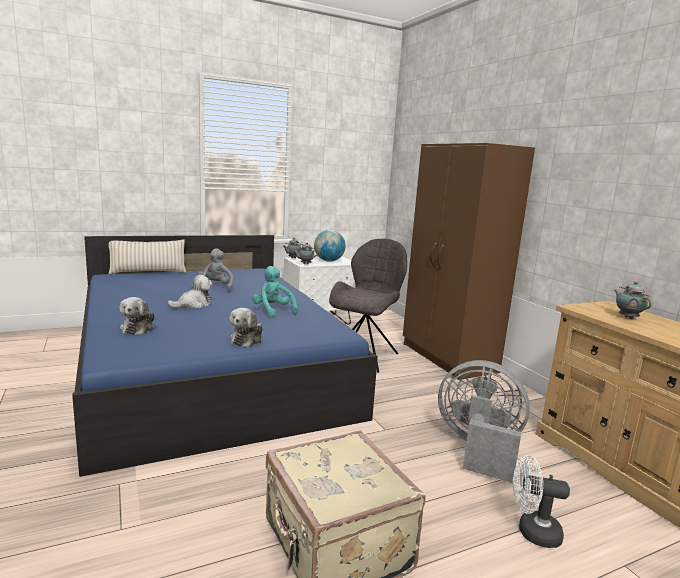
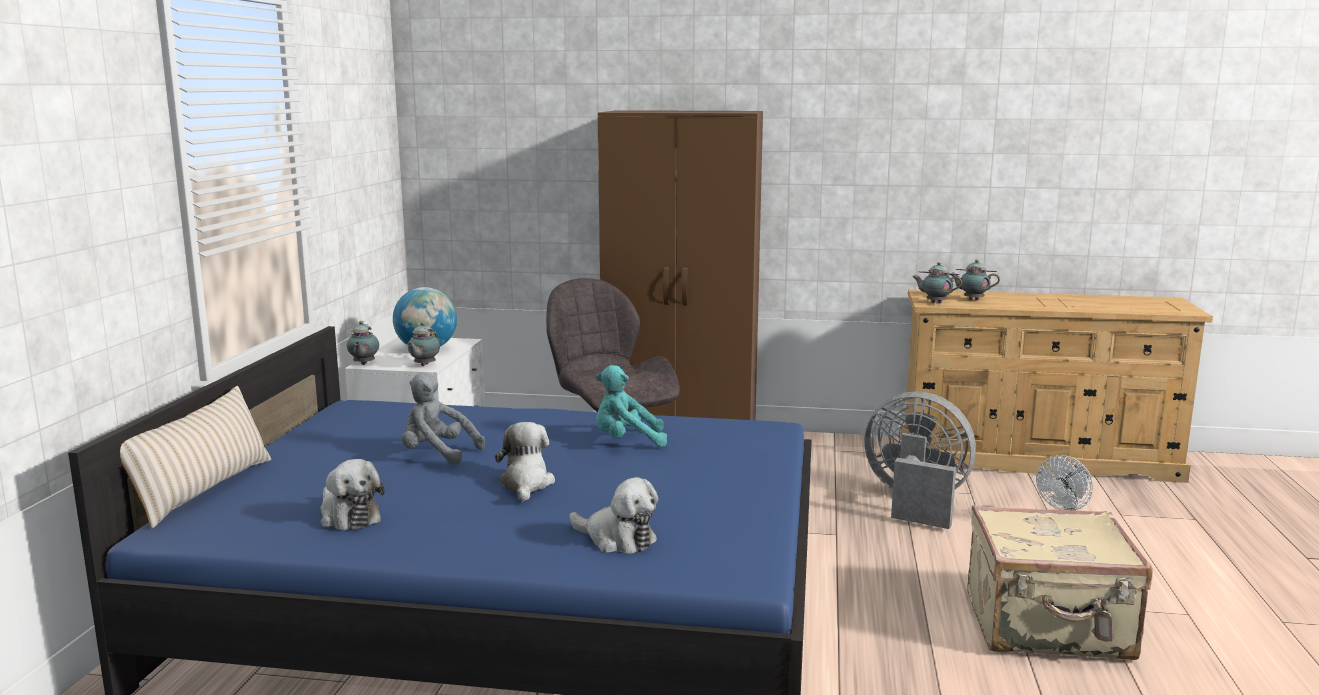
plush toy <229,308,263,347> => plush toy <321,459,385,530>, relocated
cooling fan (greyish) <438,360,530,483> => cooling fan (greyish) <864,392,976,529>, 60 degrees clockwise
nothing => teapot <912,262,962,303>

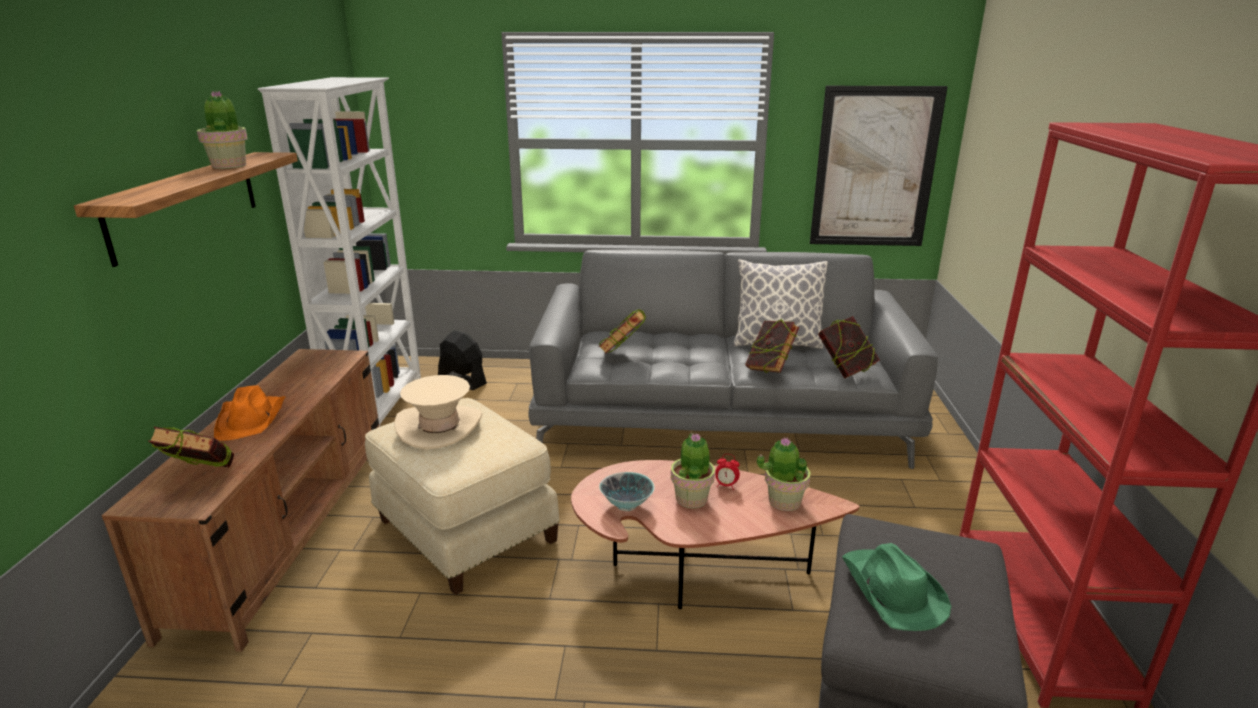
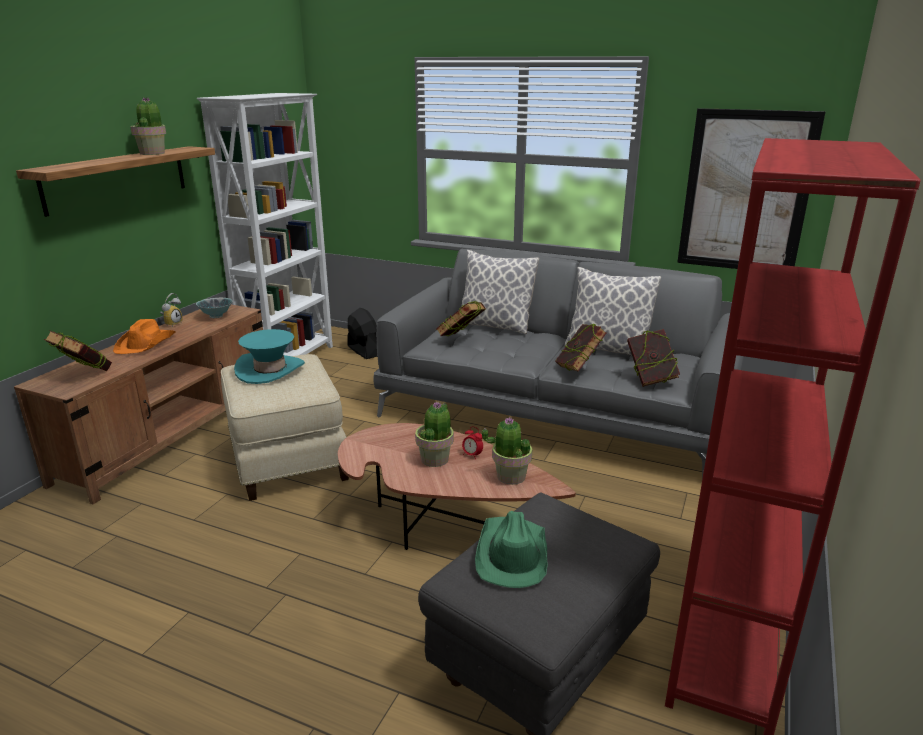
hat (beige) <394,375,482,449> => hat (blue-green) <234,329,305,384>
bowl <599,472,655,511> => bowl <196,298,233,318>, relocated
nothing => alarm clock <160,293,183,327>
nothing => throw pillow <461,250,539,334>

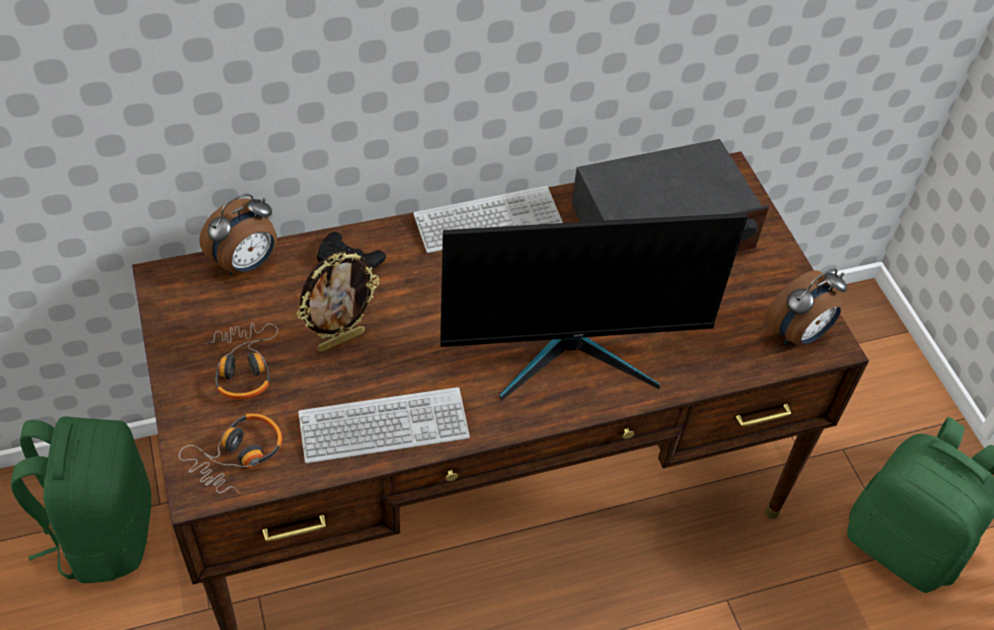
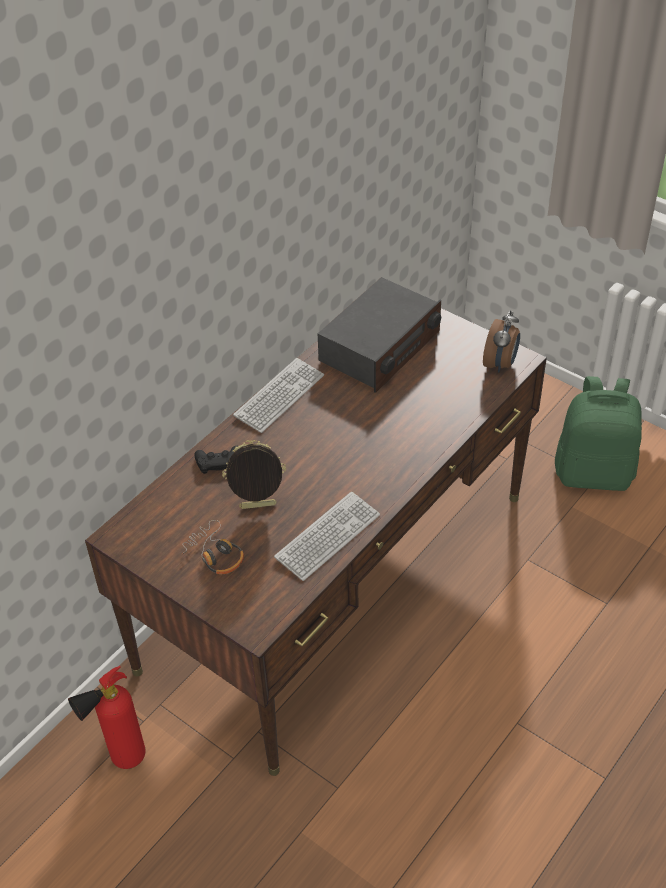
rucksack (greenish) <11,416,152,583> => extinguisher <68,666,146,769>
pair of headphones <179,413,282,494> => nothing
alarm clock <199,194,277,275> => nothing
picture frame <297,251,380,352> => picture frame <222,440,286,509>, 120 degrees counterclockwise
computer screen <440,213,748,401> => nothing

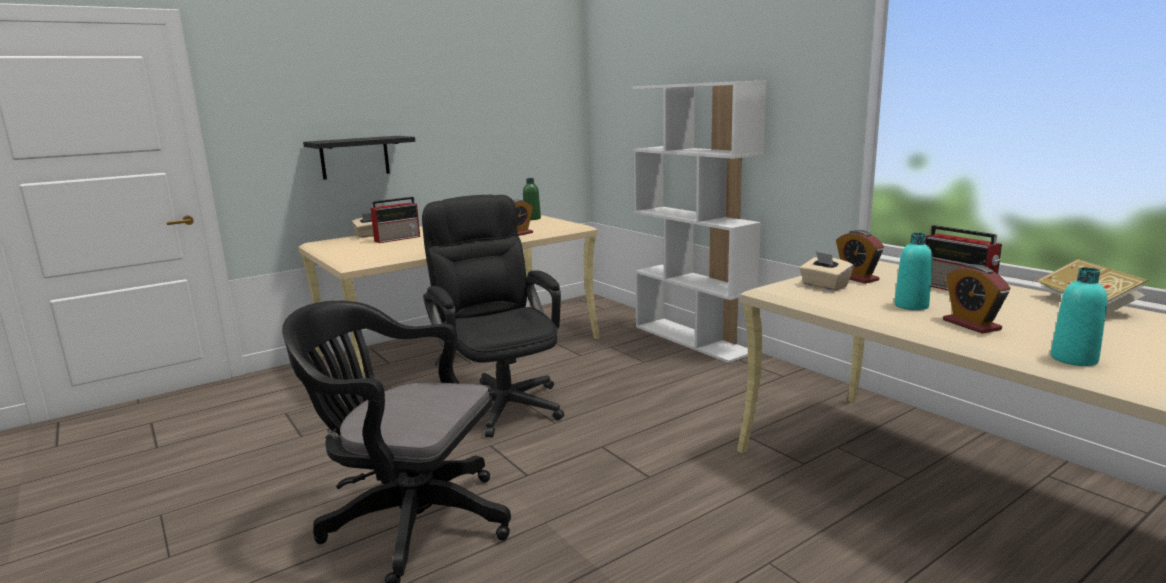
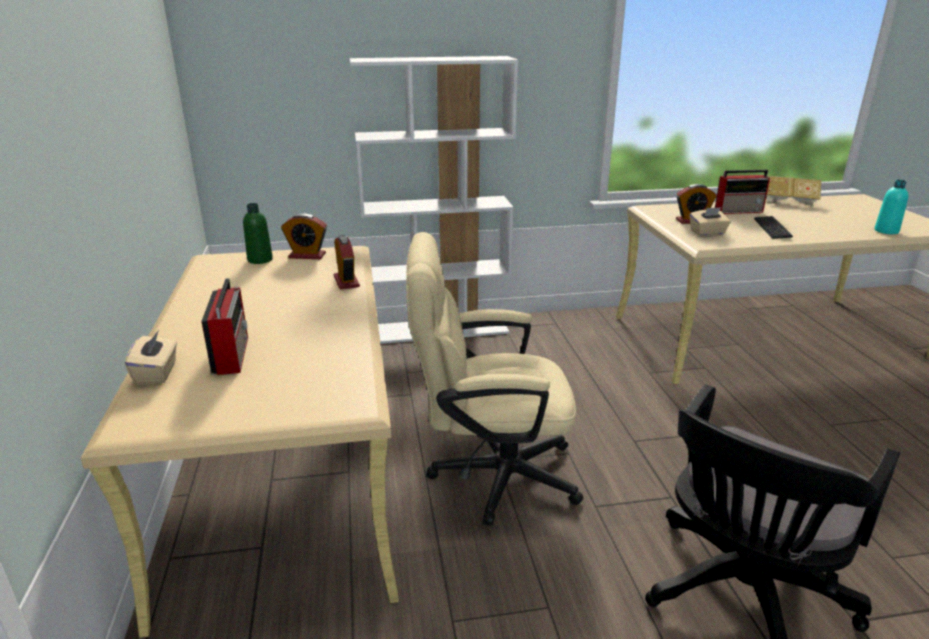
shelf (black-coloured) <303,136,415,180> => nothing
desk chair (black-coloured) <422,195,564,438> => desk chair (beige) <406,232,583,526>
bottle (blue-green) <894,233,933,310> => computer keyboard <754,216,793,239>
alarm clock <943,264,1010,334> => alarm clock <281,213,327,259>, relocated

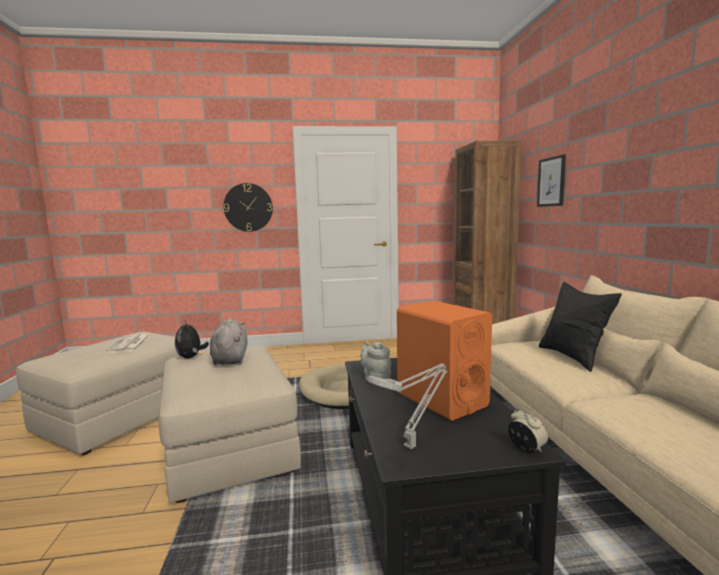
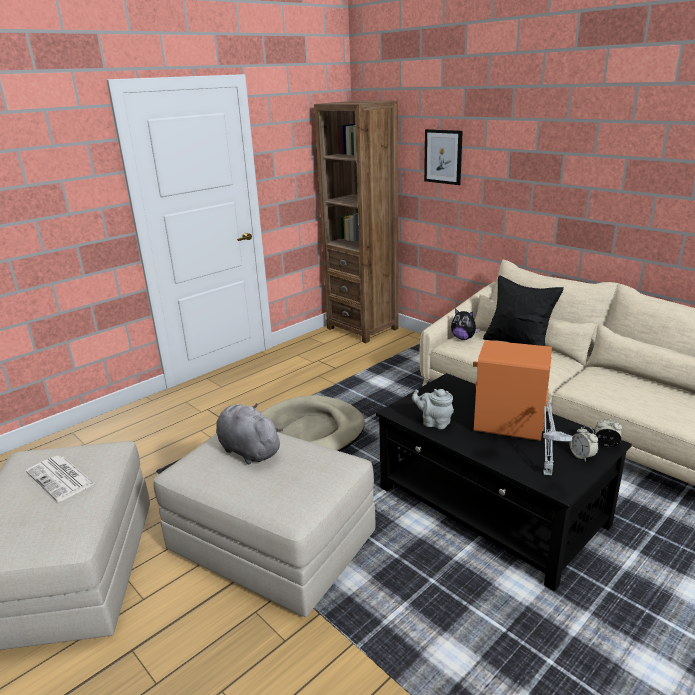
plush toy <175,321,209,359> => plush toy <451,308,480,340>, relocated
clock on the wall <224,183,273,232> => nothing
nothing => alarm clock <570,426,599,462>

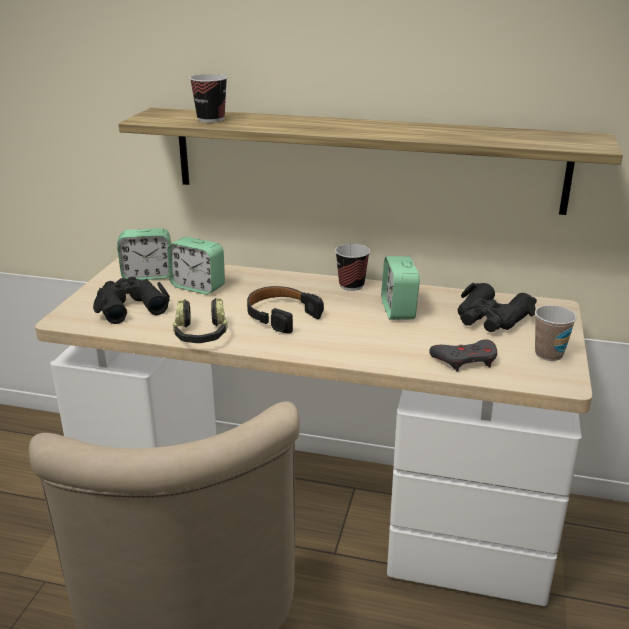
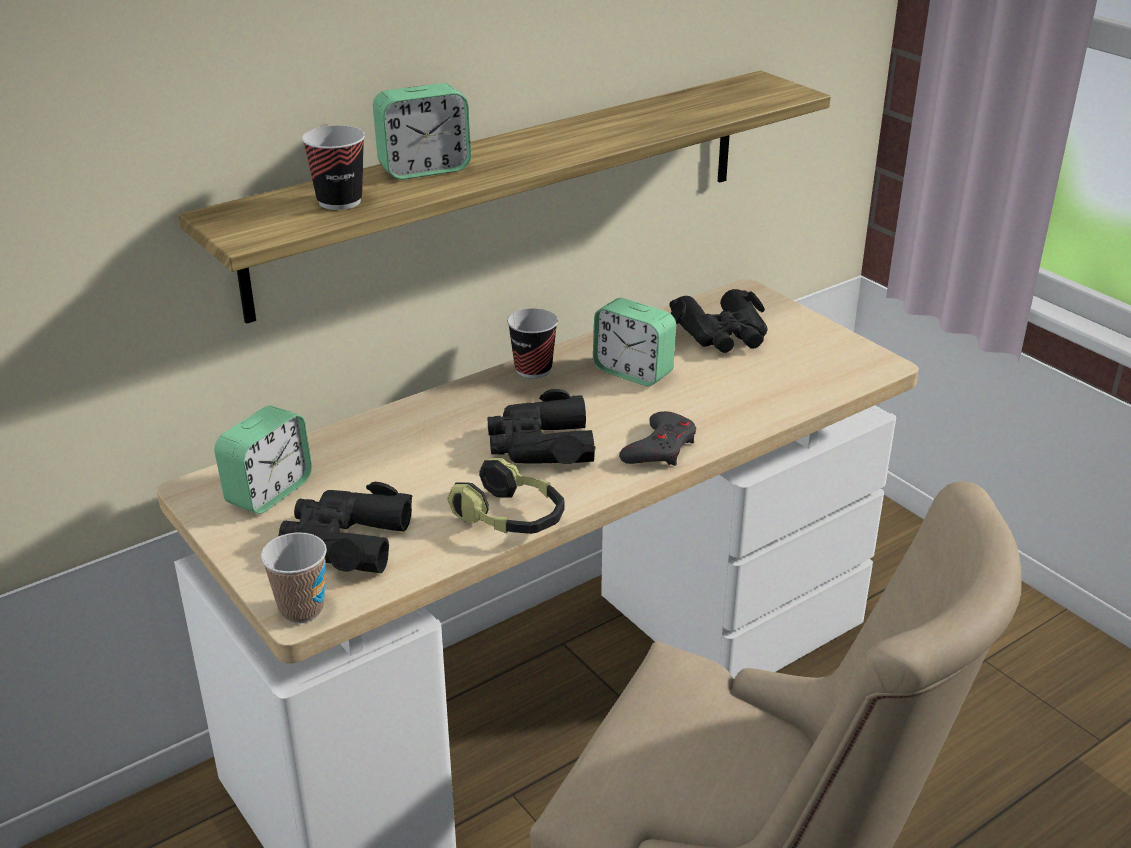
alarm clock <167,237,225,295> => alarm clock <373,83,471,180>, relocated
pair of headphones (black-coloured) <247,286,324,334> => binoculars (black-coloured) <488,389,596,464>
gamepad (greyish) <429,339,497,371> => gamepad (greyish) <619,411,696,466>, relocated
small cup <535,305,577,361> => small cup <261,532,327,623>, relocated

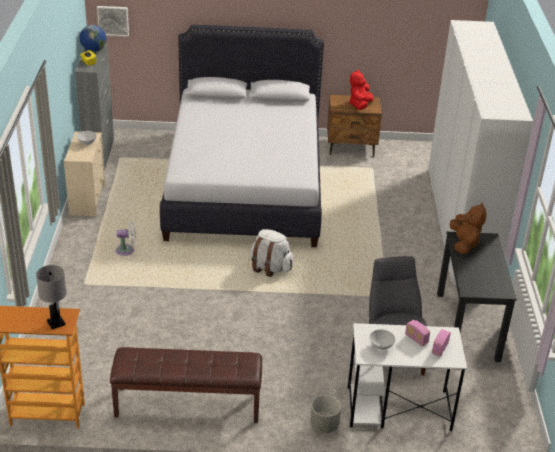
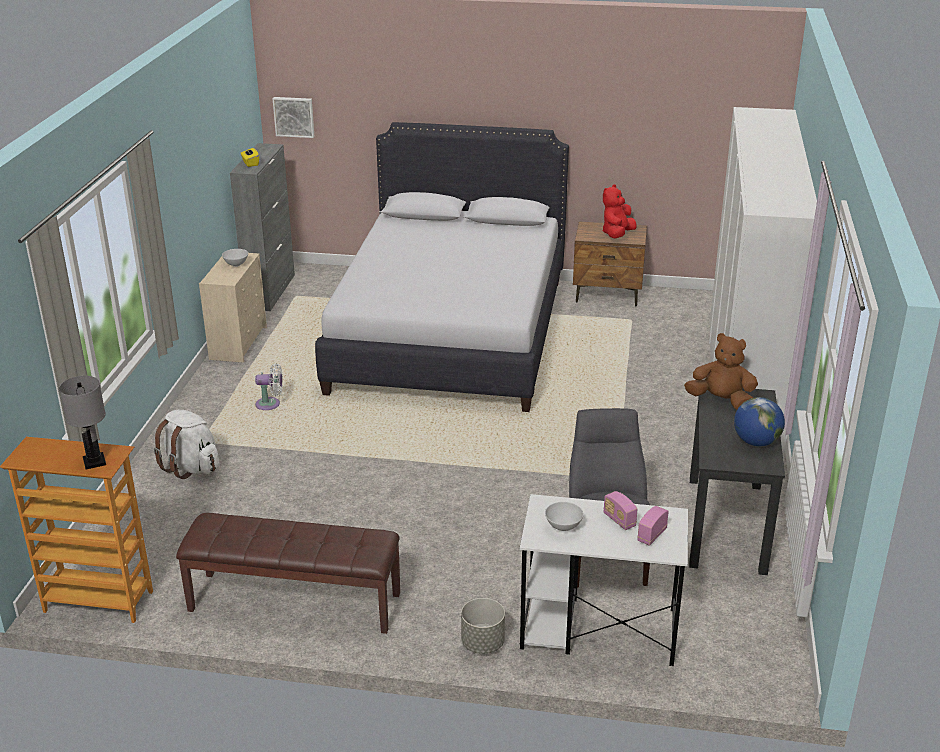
globe <80,25,106,52> => globe <734,397,785,447>, relocated
rucksack (white-coloured) <250,229,293,277> => rucksack (white-coloured) <154,410,219,479>, relocated
plush toy (brown-coloured) <450,203,486,254> => plush toy (brown-coloured) <684,333,758,410>, 75 degrees counterclockwise

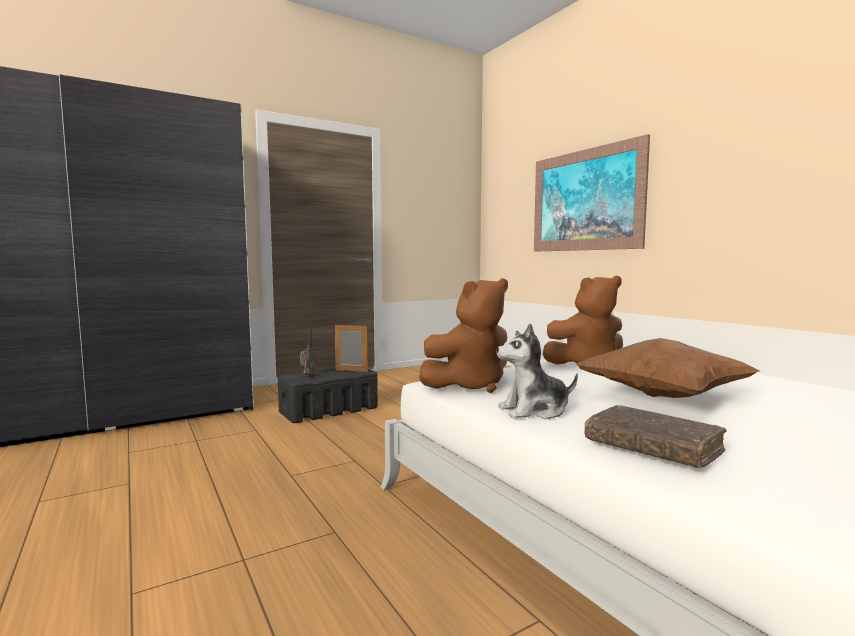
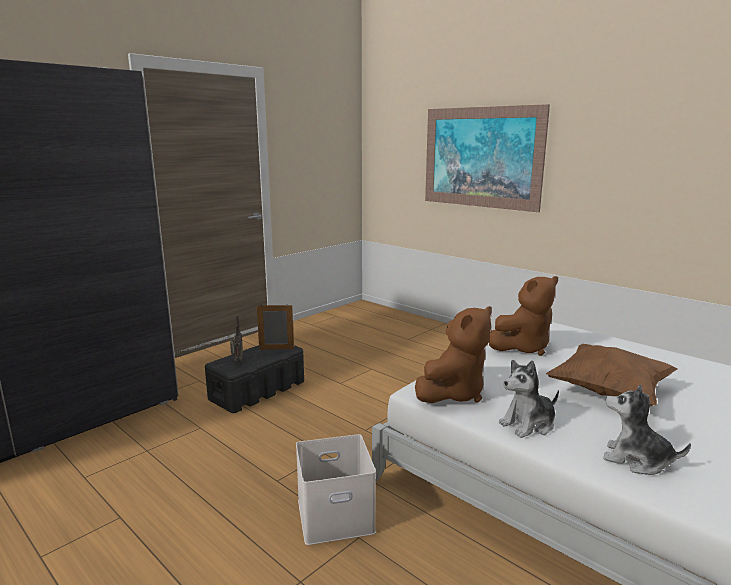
book (brown-coloured) <585,405,727,468> => plush toy <603,384,691,475>
nothing => storage container (white-coloured) <296,434,376,545>

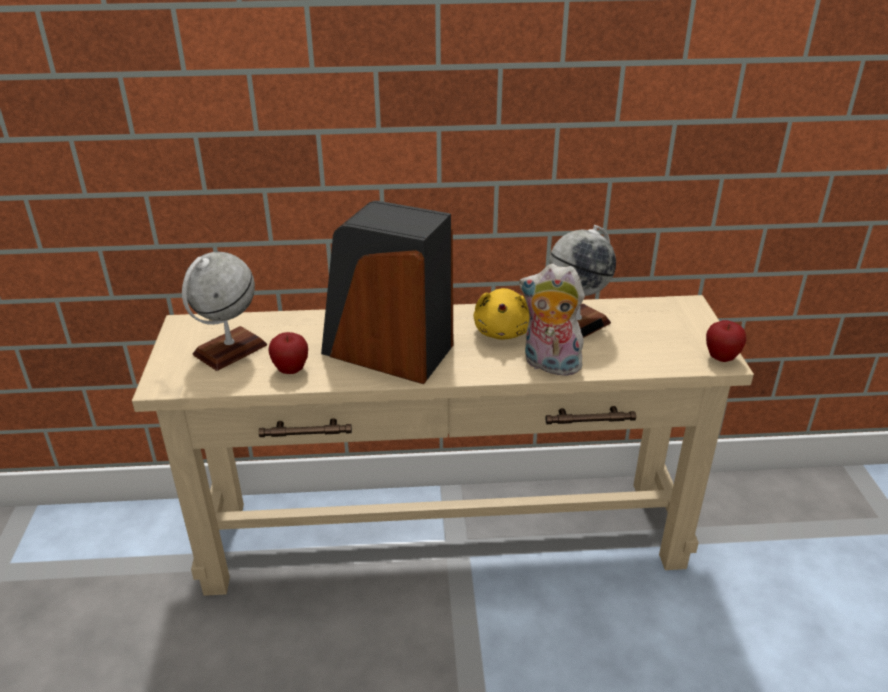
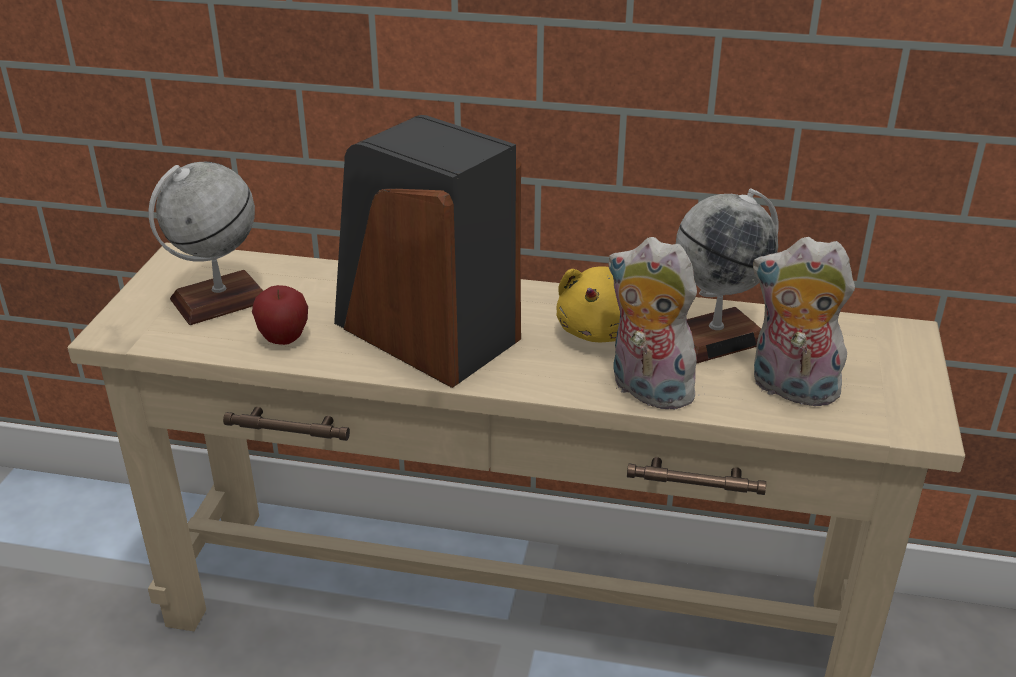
apple fruit <706,320,747,362> => nothing
nothing => plush toy <753,237,855,409>

